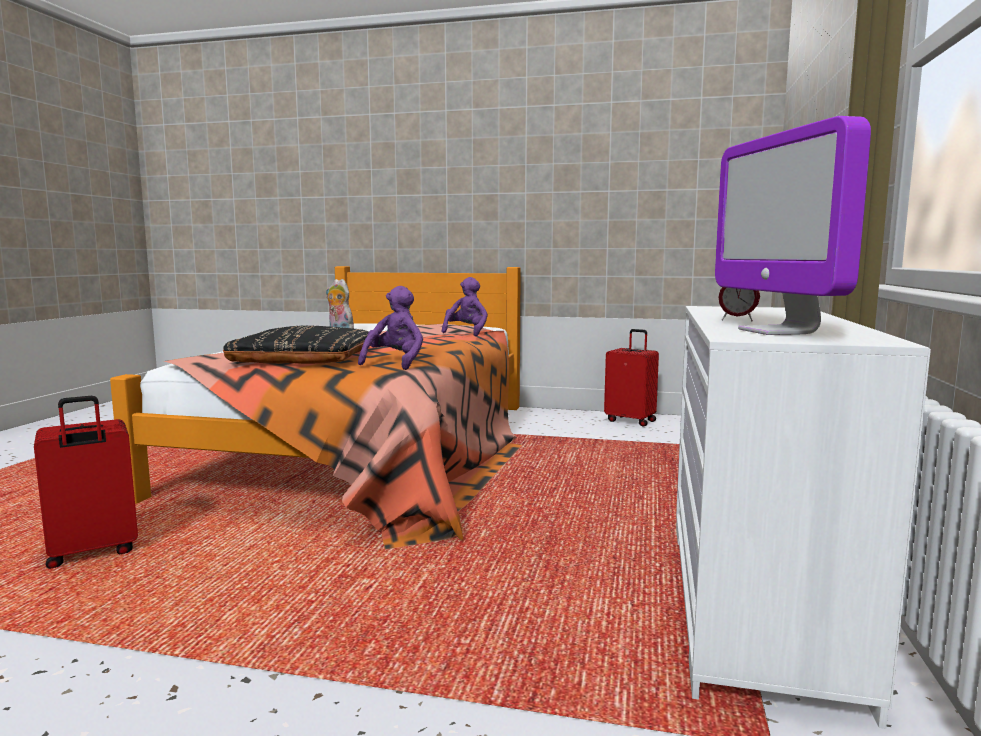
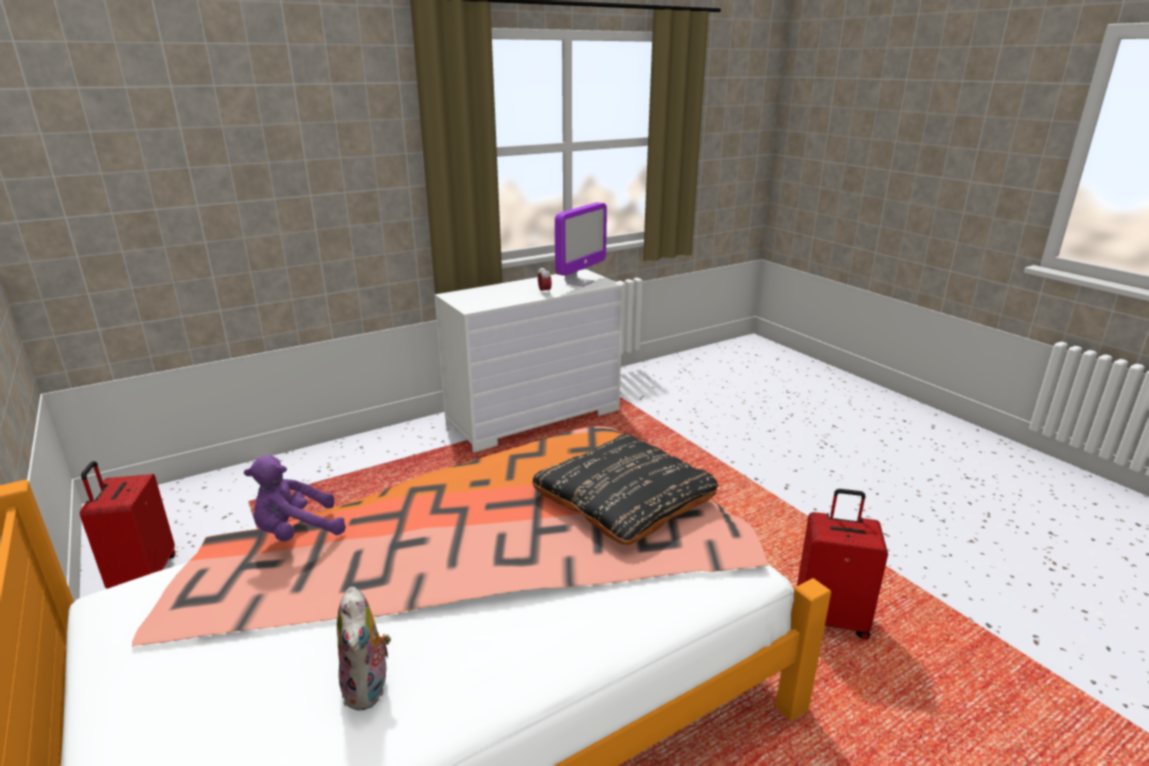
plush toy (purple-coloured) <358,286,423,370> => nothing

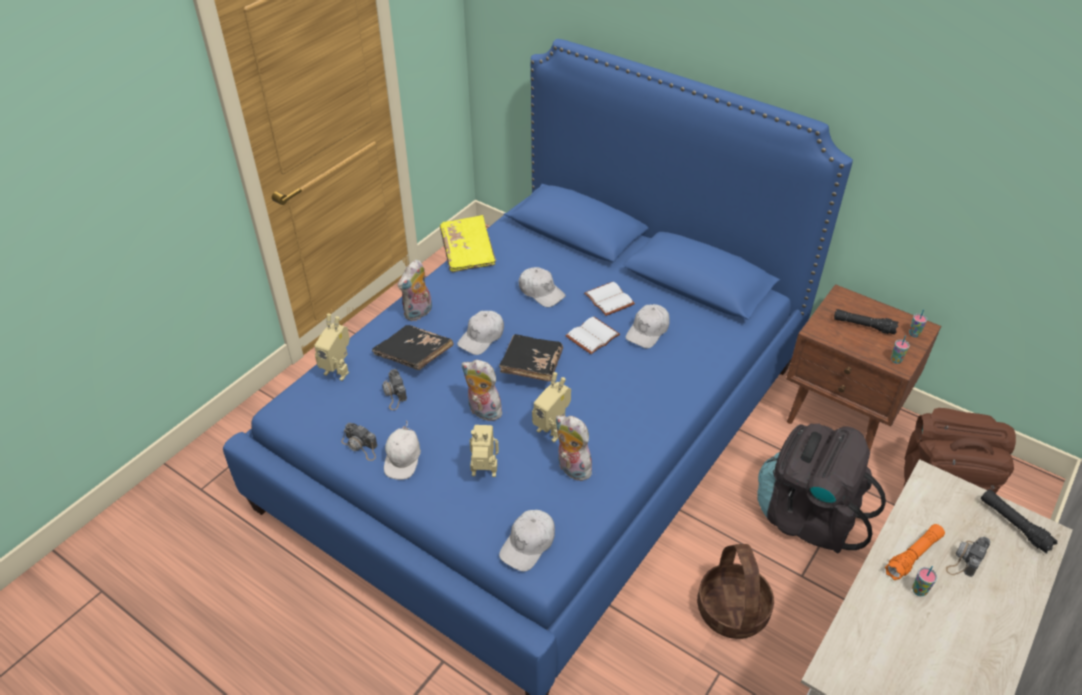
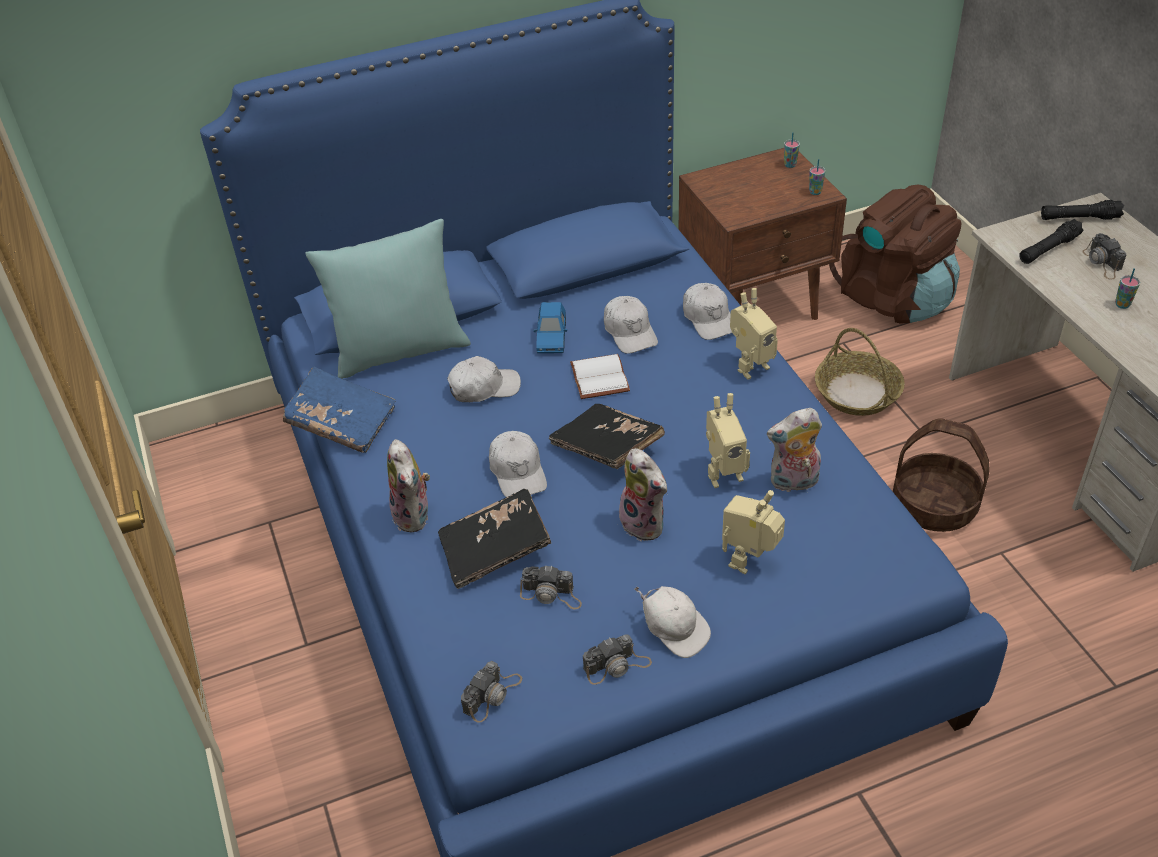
model robot <314,314,350,381> => model robot <730,288,778,380>, relocated
book (yellow-coloured) <440,215,496,273> => book (blue-coloured) <283,367,396,453>
plush toy <462,360,504,421> => plush toy <619,448,667,541>, 105 degrees counterclockwise
peaked cap (white-coloured) <499,510,555,571> => peaked cap (white-coloured) <683,283,732,340>, relocated
book (white-coloured) <584,282,635,316> => model car (blue-coloured) <534,302,567,353>
rucksack (black-coloured) <758,423,886,553> => basket <815,328,905,416>
torch (black-coloured) <834,309,899,334> => torch (black-coloured) <1019,219,1083,264>, relocated
torch (orange) <885,524,945,580> => nothing
nothing => throw pillow (blue-green) <306,219,471,379>
nothing => still camera <461,661,523,723>

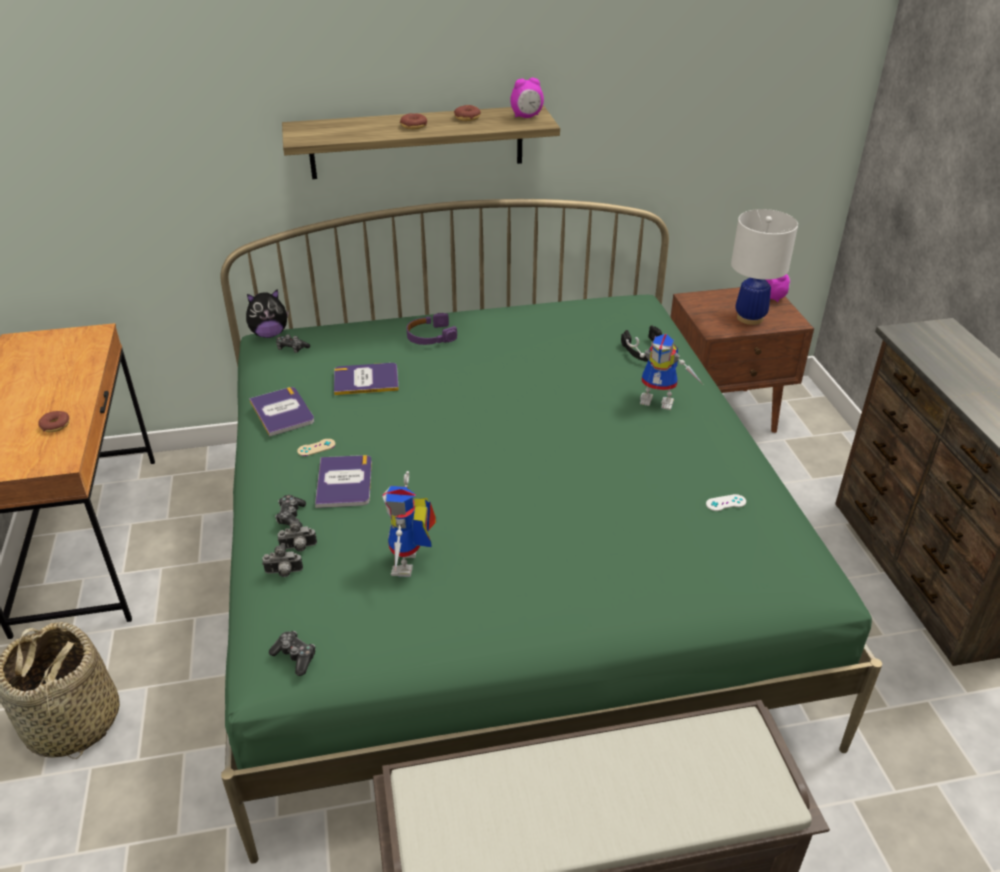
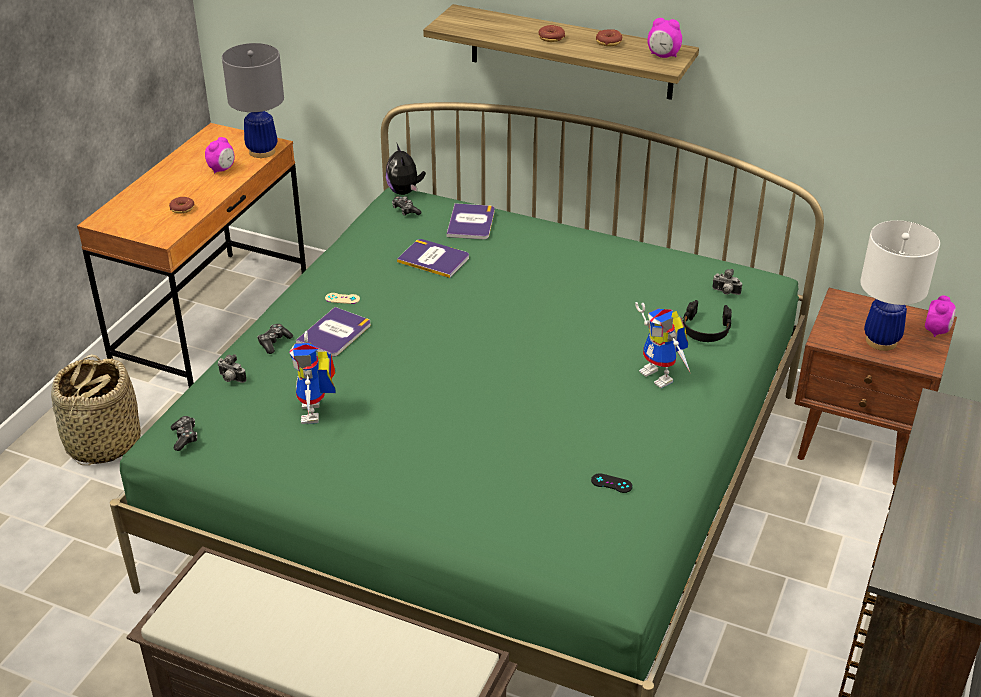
plush toy <246,289,289,338> => plush toy <386,144,426,195>, 60 degrees clockwise
book <249,387,314,436> => book <447,203,495,239>, relocated
still camera <278,518,317,551> => still camera <712,269,742,295>, relocated
model robot <382,471,437,577> => model robot <289,331,336,424>, 45 degrees counterclockwise
pair of headphones (purple-coloured) <406,313,457,345> => nothing
gamepad (white-coloured) <706,494,746,511> => gamepad (black-coloured) <591,473,633,493>
nothing => alarm clock <205,137,235,173>
nothing => table lamp (greyish) <222,43,284,158>

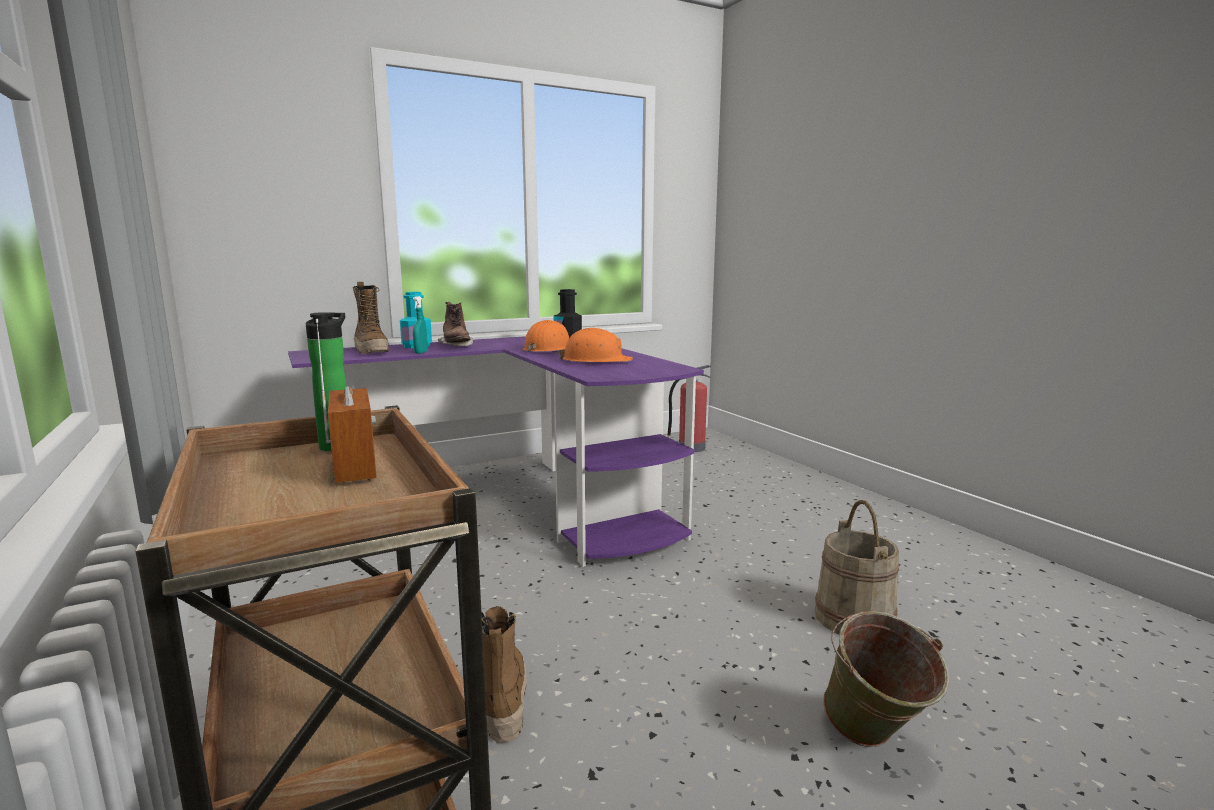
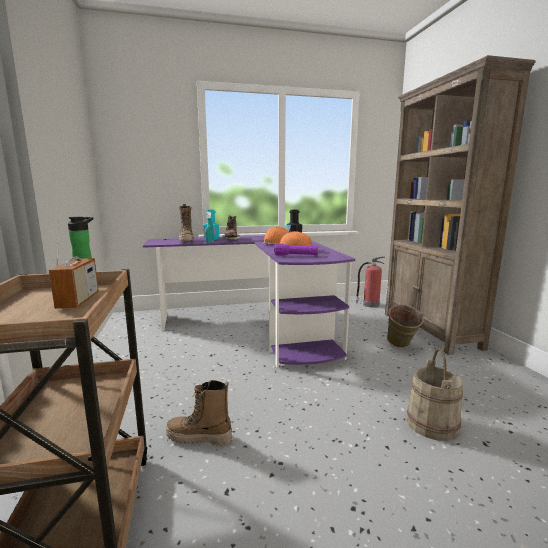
boot <481,606,526,743> => boot <166,380,232,445>, 90 degrees counterclockwise
pail (greenish) <823,611,949,747> => pail (greenish) <387,305,424,348>, relocated
nothing => torch (purple-coloured) <274,244,318,255>
nothing => bookcase (brown-coloured) <385,55,536,355>

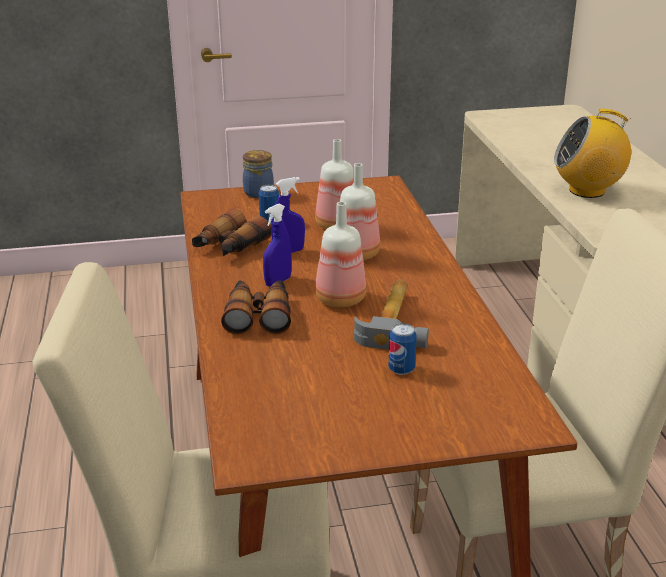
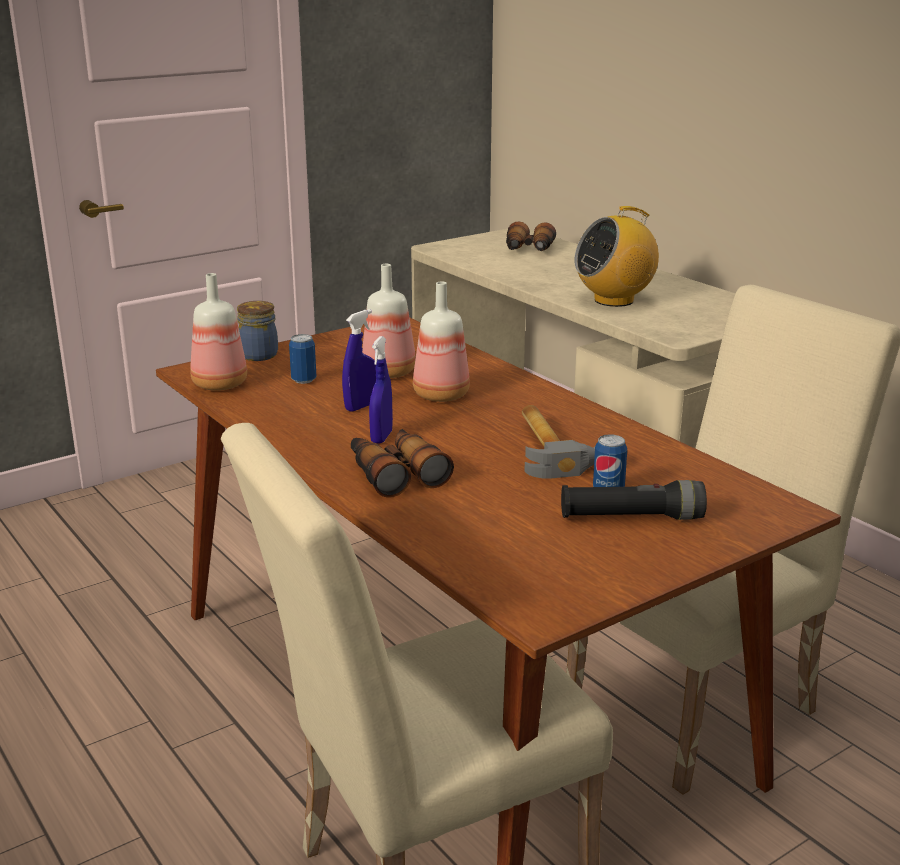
binoculars <192,209,271,256> => binoculars <506,221,556,251>, relocated
bottle <315,202,366,307> => bottle <190,273,247,391>, relocated
nothing => torch (black-coloured) <561,480,707,520>

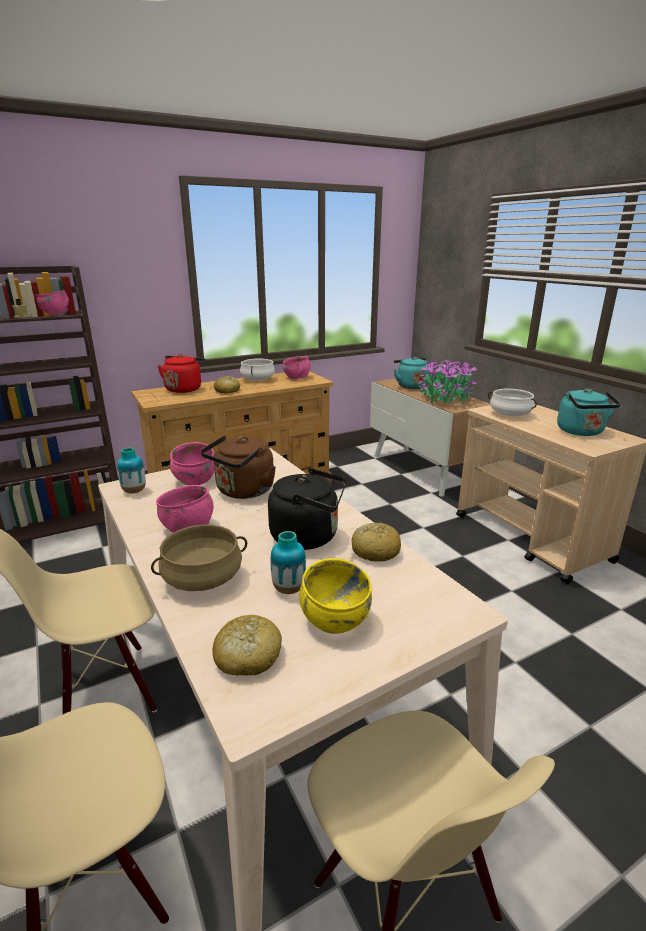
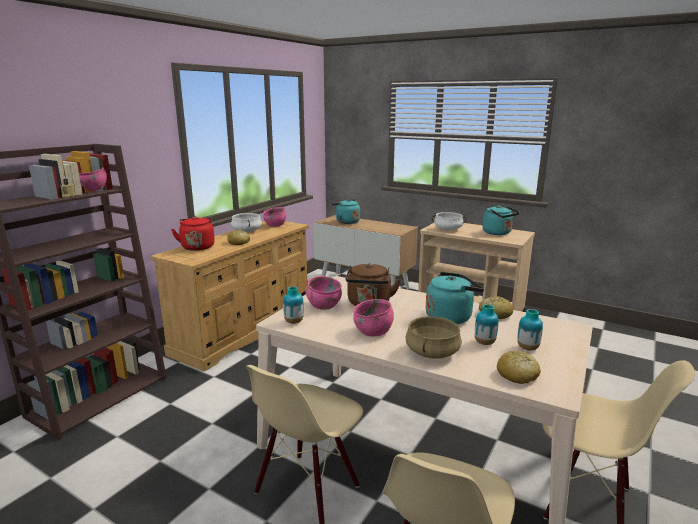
kettle (black-coloured) <268,468,347,550> => kettle (blue-green) <426,272,484,324>
bowl (yellow-coloured) <299,558,372,634> => vase <517,309,543,351>
potted plant <419,355,477,404> => nothing

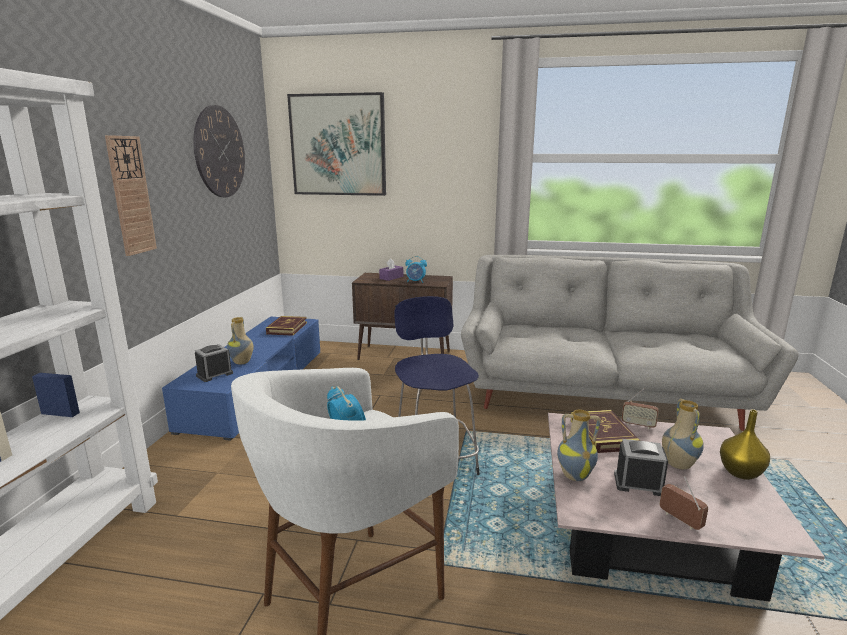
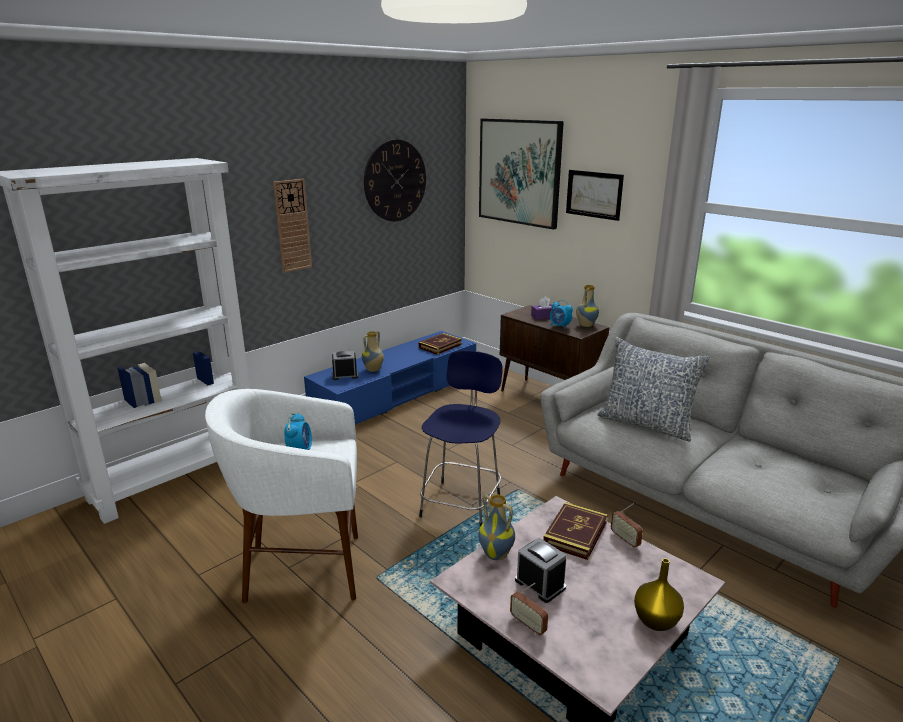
radio <660,476,708,530> => radio <510,583,548,635>, 135 degrees clockwise
vase <662,399,704,469> => vase <576,285,599,327>, relocated
nothing => picture <566,170,624,221>
nothing => throw pillow <597,337,710,442>

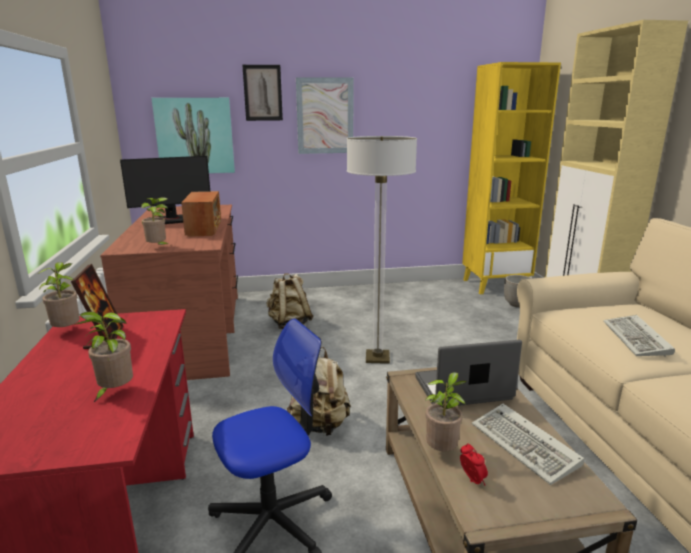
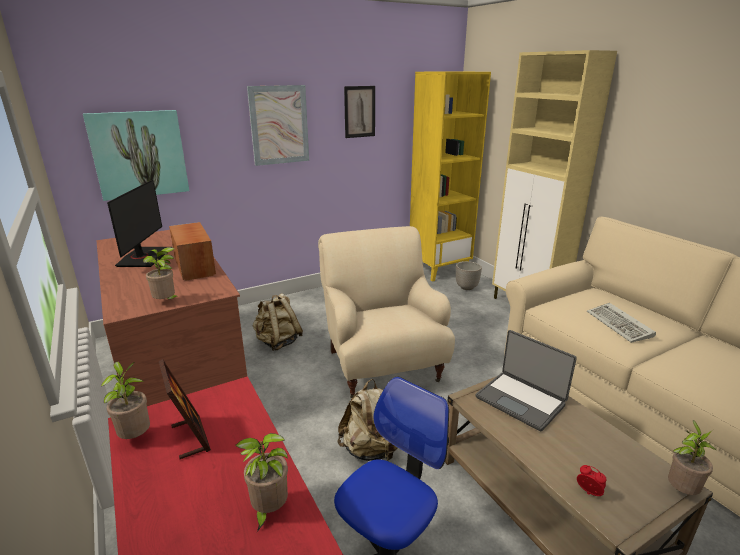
computer screen <120,156,210,224> => computer screen <107,180,167,267>, 45 degrees counterclockwise
picture <242,65,283,121> => picture <344,86,375,138>, relocated
floor lamp <347,136,417,364> => easy chair (beige) <318,226,455,398>
notebook computer <415,340,522,406> => notebook computer <476,330,577,432>, 105 degrees counterclockwise
potted plant <425,372,467,451> => potted plant <668,420,716,495>, relocated
computer keyboard <472,403,584,485> => nothing

